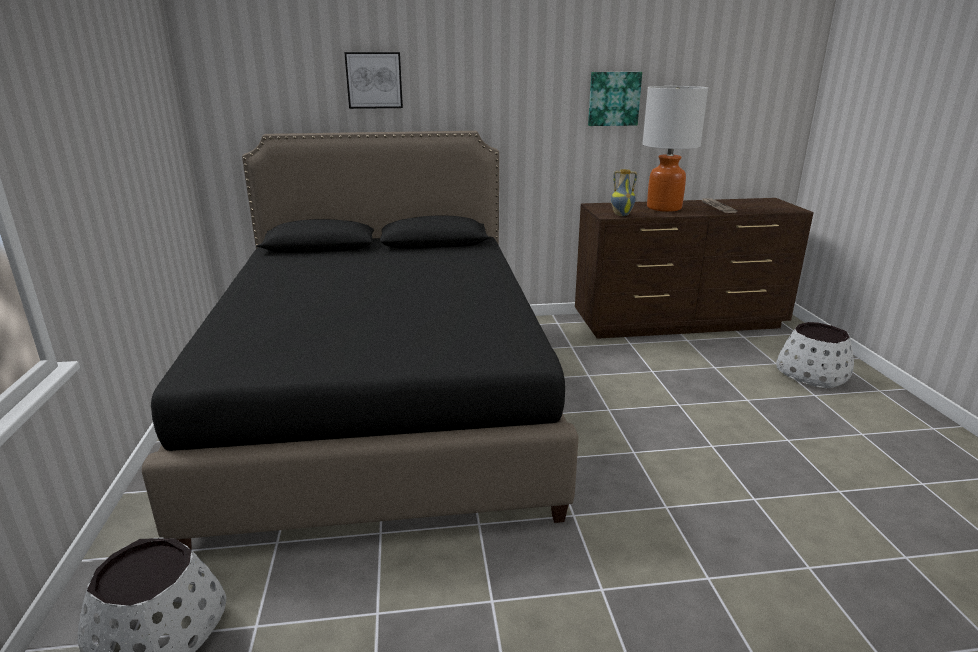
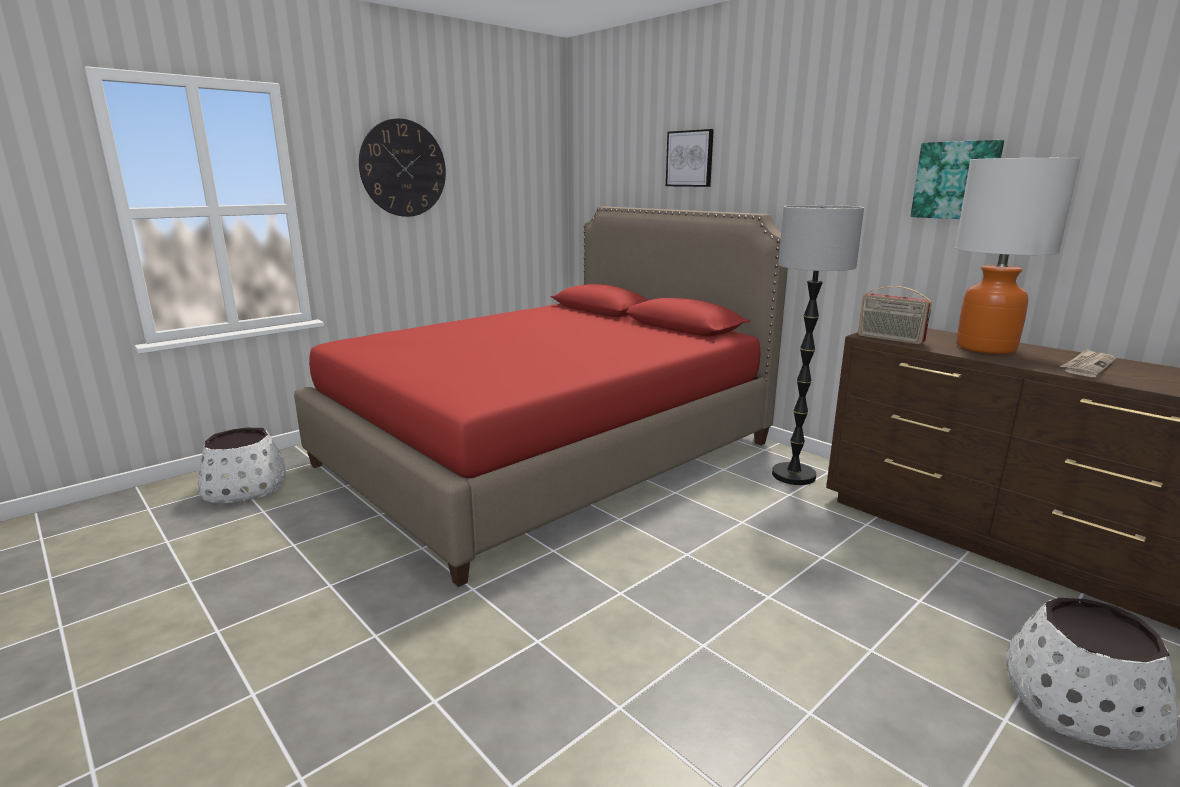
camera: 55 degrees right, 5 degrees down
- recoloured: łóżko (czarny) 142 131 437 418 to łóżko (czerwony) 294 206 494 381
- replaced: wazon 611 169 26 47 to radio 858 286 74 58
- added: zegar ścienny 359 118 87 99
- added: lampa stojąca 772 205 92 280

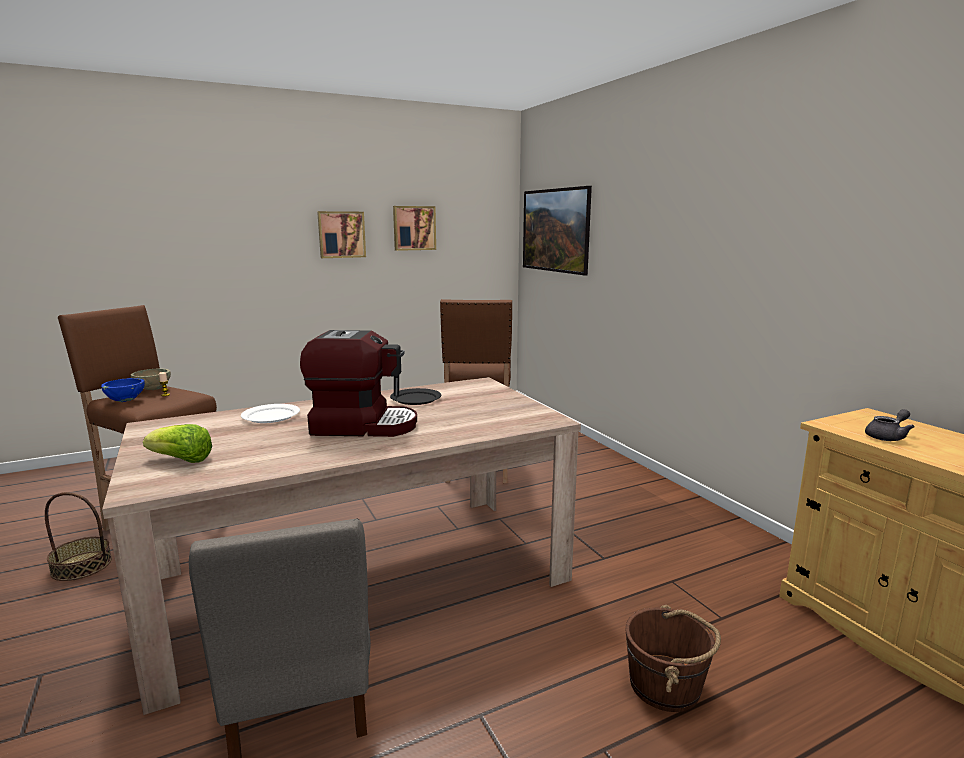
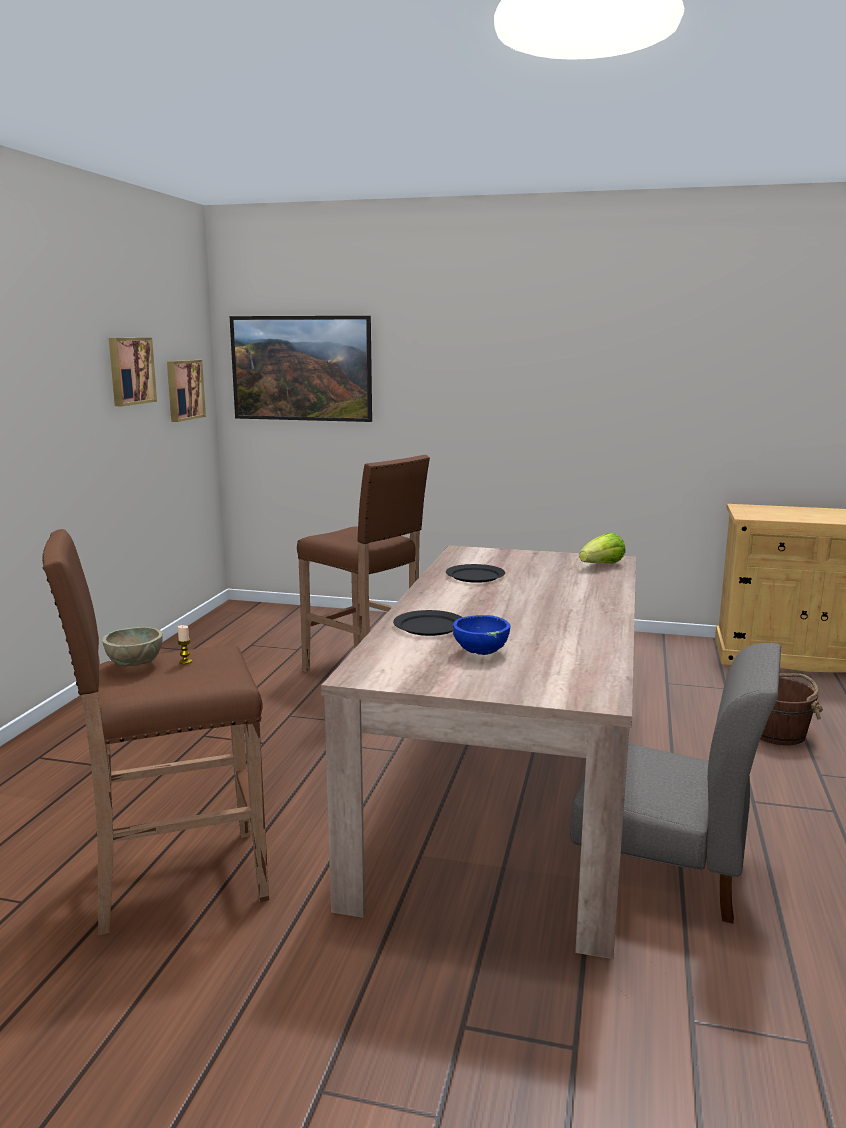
camera: 50 degrees left, 0 degrees up
- removed: koszyk 45 492 67 89
- moved: miska (niebieski) 101 378 44 24 to 453 615 57 40
- moved: sałata 143 424 69 39 to 579 532 47 31
- recoloured: talerz (biały) 241 404 59 19 to talerz (czarny) 393 610 69 26
- removed: ekspres do kawy 300 330 117 107
- moved: obraz 317 211 49 47 to 167 360 39 62
- removed: imbryk (szary) 865 409 50 32

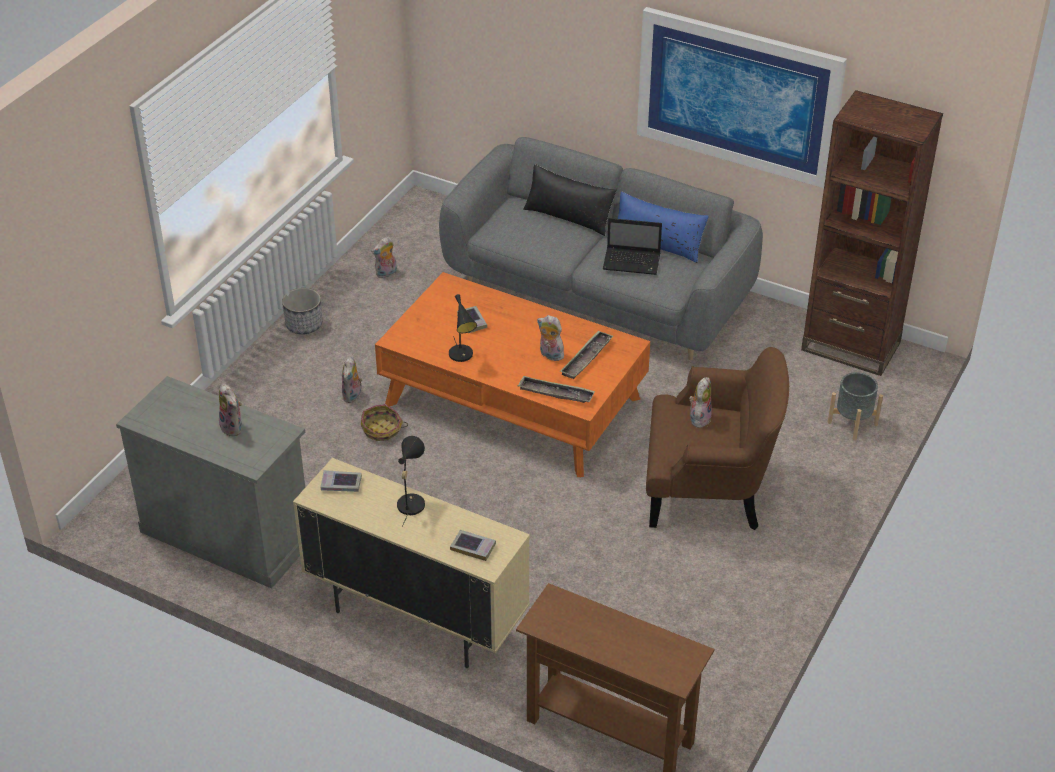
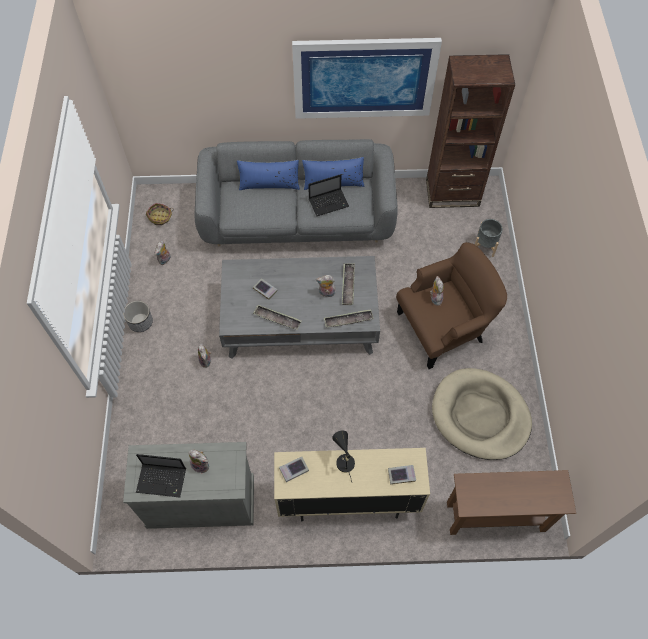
camera: 30 degrees left, 20 degrees up
- moved: koszyk 361 404 47 37 to 146 203 28 22
- recoloured: ława (pomarańczowy) 375 272 275 205 to ława (szary) 219 256 161 103
- replaced: lampa stołowa (czarny) 449 294 28 68 to taca 253 305 49 25
- recoloured: poduszka (czarny) 523 164 93 72 to poduszka (niebieski) 237 160 63 30
- added: laptop 136 454 50 43
- added: legowisko (beżowy) 432 368 100 92

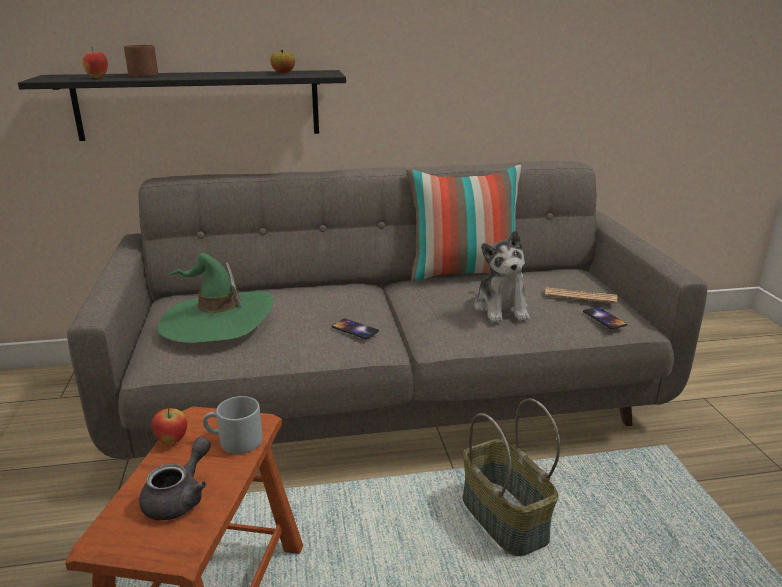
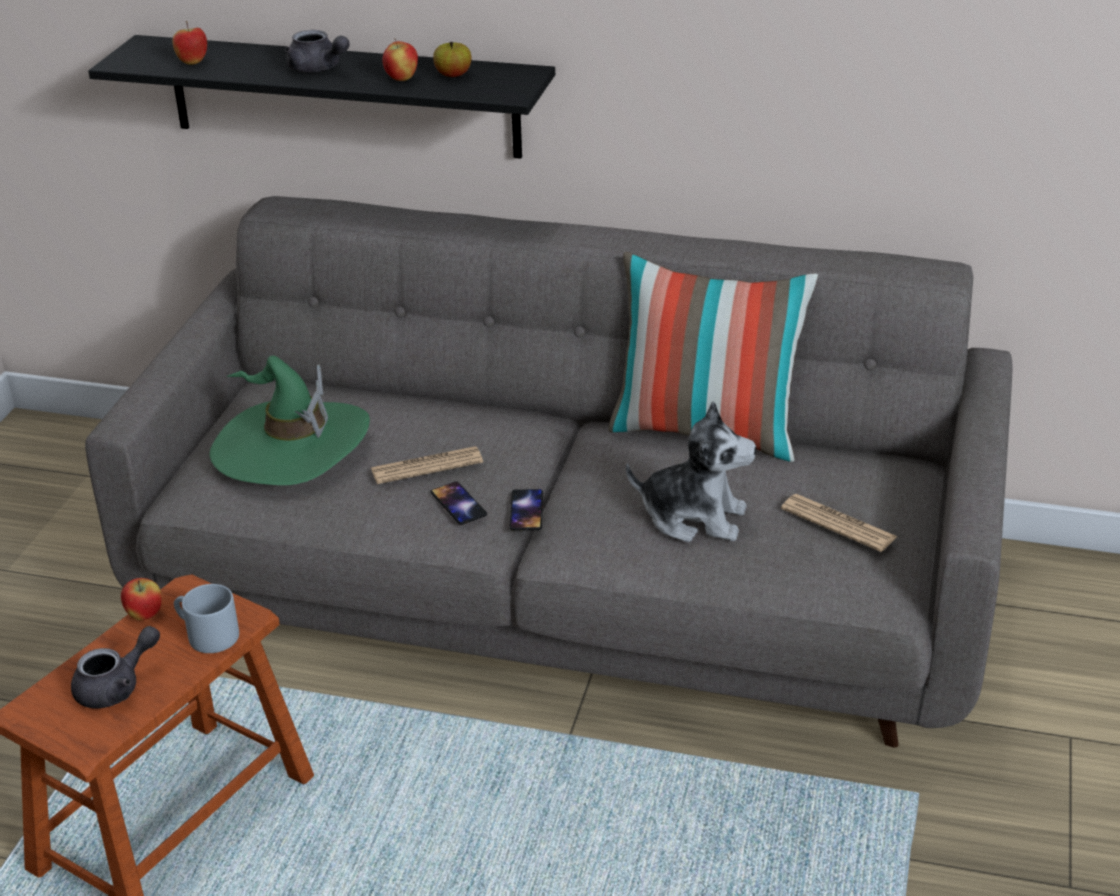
camera: 25 degrees right, 10 degrees up
- removed: kubek (brązowy) 124 45 34 32
- removed: koszyk 462 398 98 158
- turned: pluszak 474 230 56 93 = 626 401 130 141 90 degrees counterclockwise
- moved: telefon 583 307 44 22 to 510 489 33 42
- added: imbryk (szary) 285 30 65 43
- added: gazeta 371 446 112 38
- added: jabłko 383 39 35 42

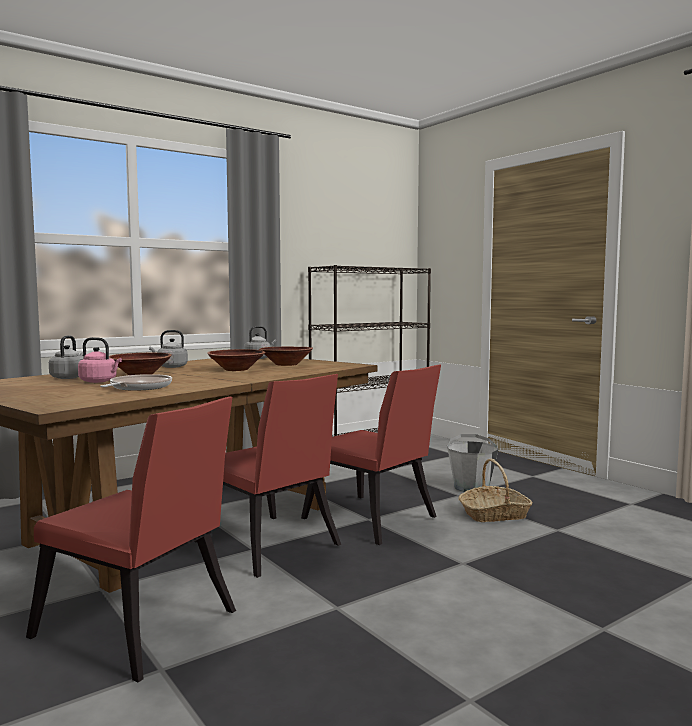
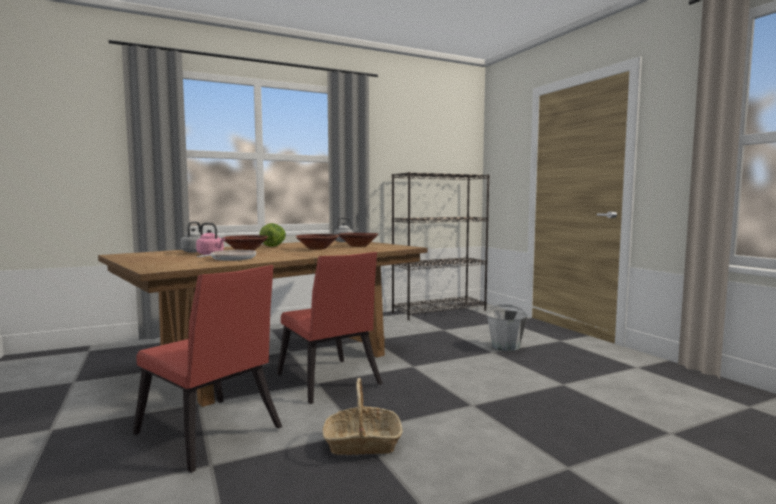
camera: 10 degrees right, 0 degrees up
- replaced: czajnik (szary) 149 330 39 38 to sałata 259 223 27 24
- removed: krzesło (czerwony) 301 365 140 180
- moved: koszyk 458 459 74 63 to 323 378 79 77

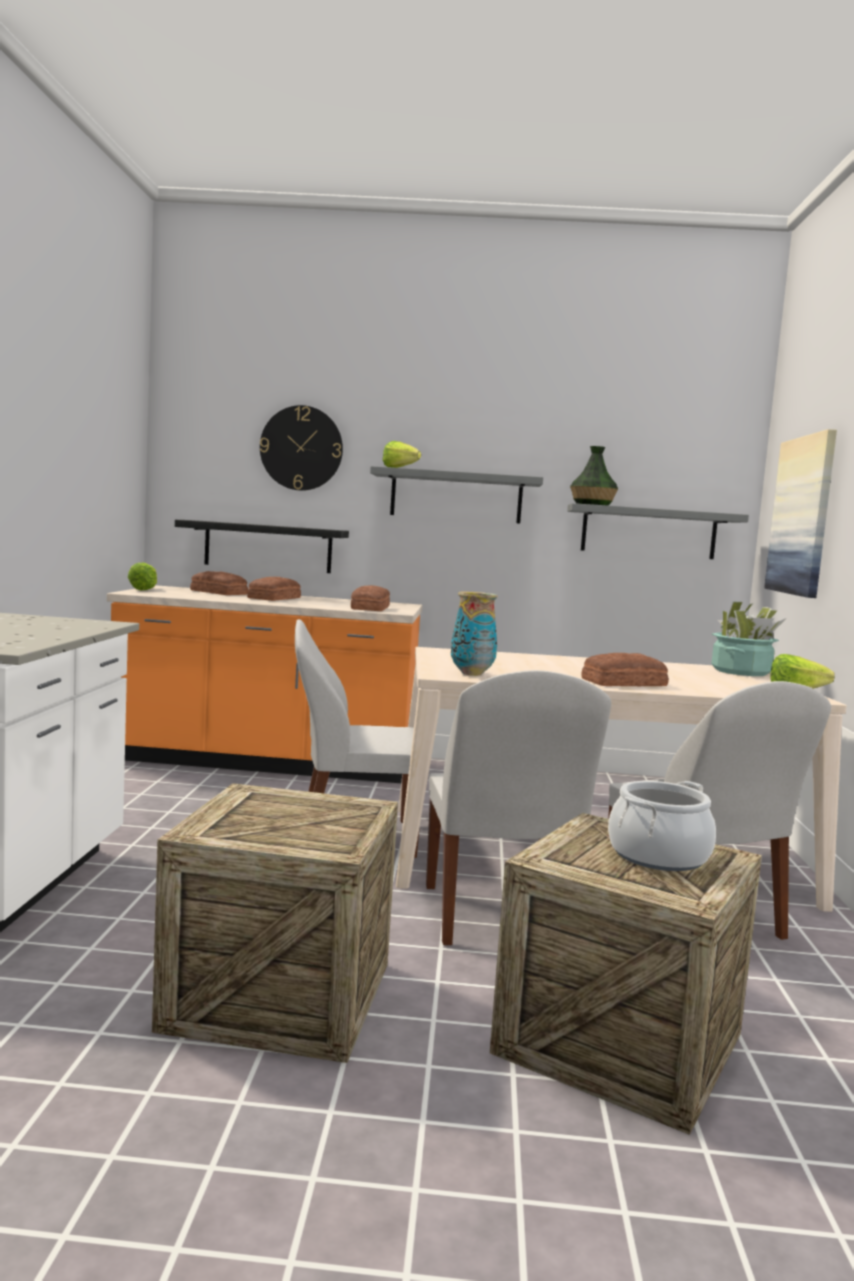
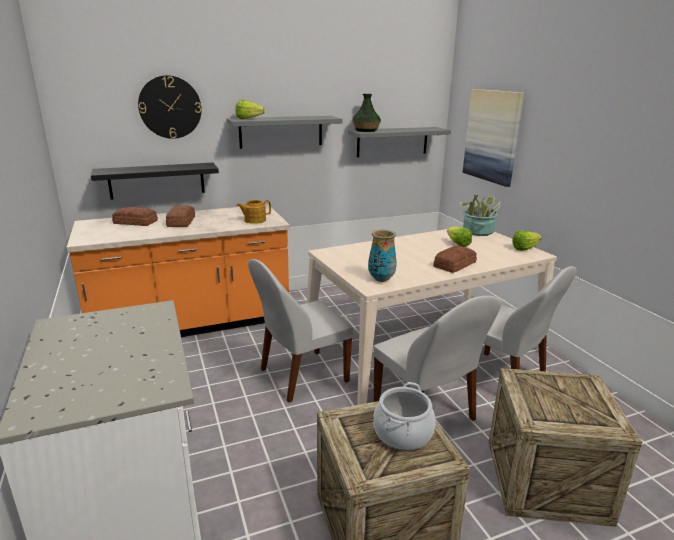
camera: 25 degrees left, 15 degrees up
- moved: sałata 128 563 29 28 to 447 227 25 20
- replaced: chleb 351 585 39 26 to imbryk 237 200 34 24
- moved: garnek 608 781 108 90 to 373 382 63 69

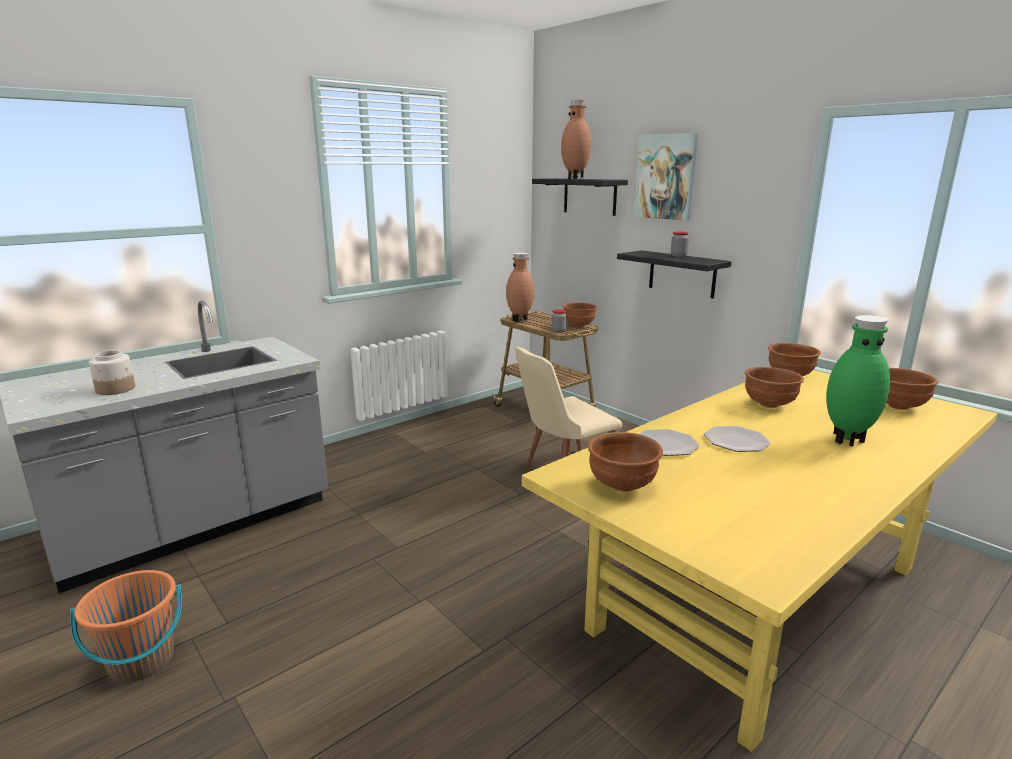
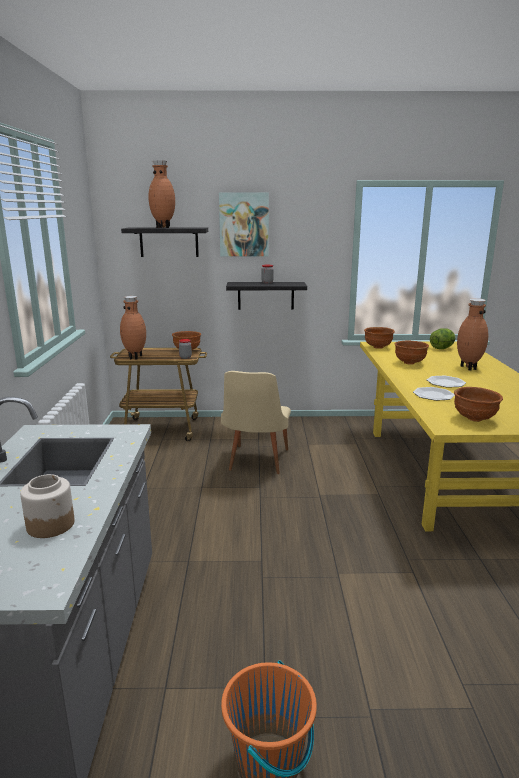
camera: 50 degrees left, 0 degrees up
- recoloured: wazon (zielony) 826 315 64 131 to wazon (brązowy) 457 298 31 72
- replaced: miska (brązowy) 887 368 52 42 to sałata 430 328 25 21

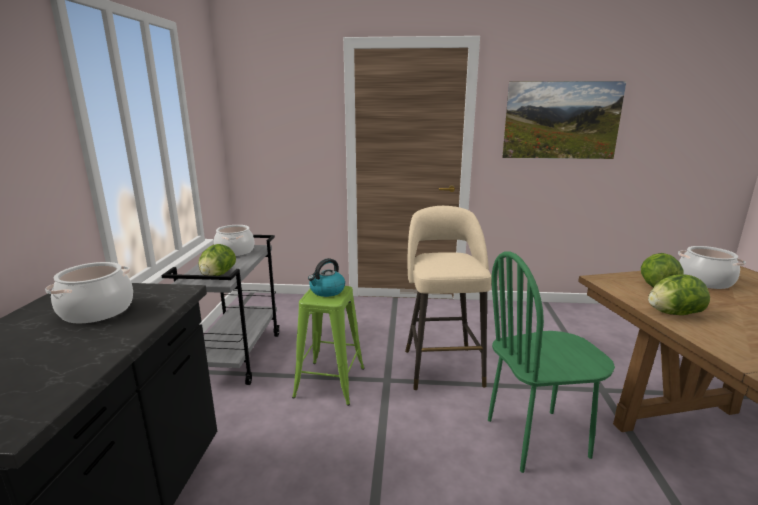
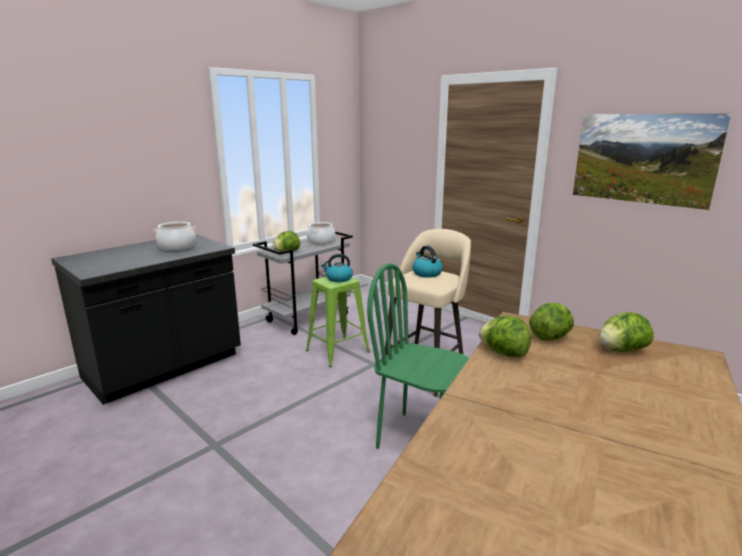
camera: 40 degrees right, 0 degrees up
- replaced: garnek 678 246 68 43 to sałata 599 312 55 40
- added: czajnik 412 246 31 32

